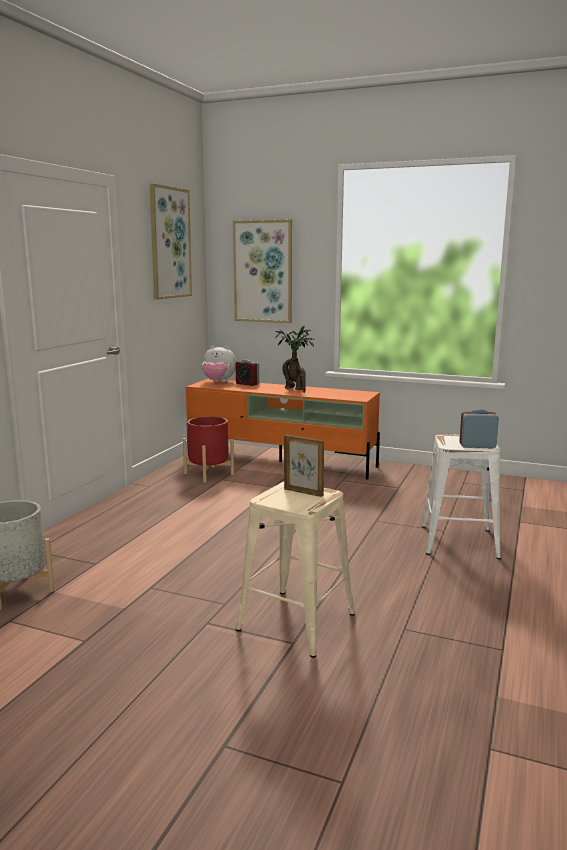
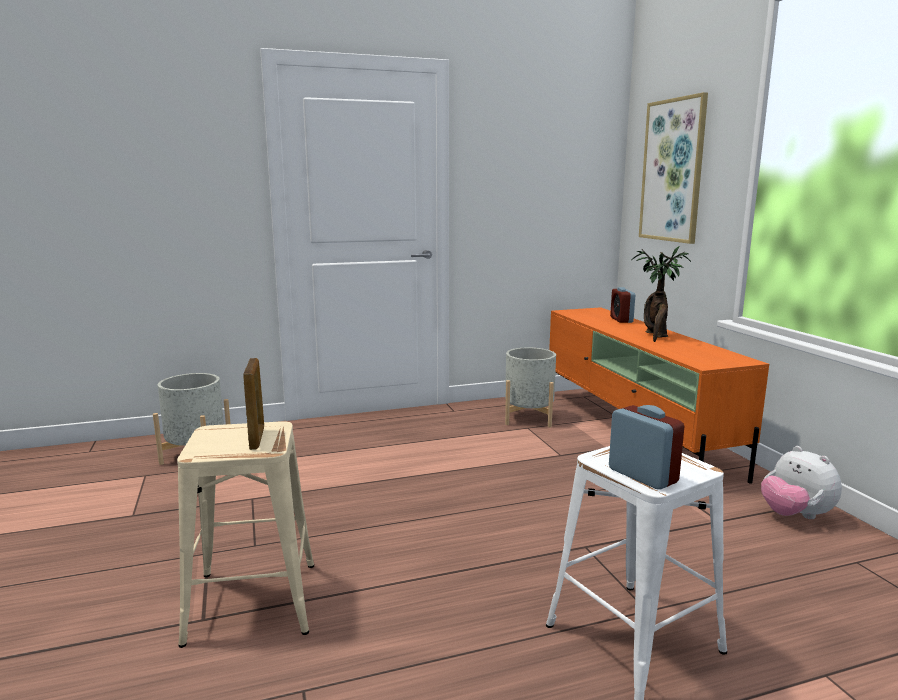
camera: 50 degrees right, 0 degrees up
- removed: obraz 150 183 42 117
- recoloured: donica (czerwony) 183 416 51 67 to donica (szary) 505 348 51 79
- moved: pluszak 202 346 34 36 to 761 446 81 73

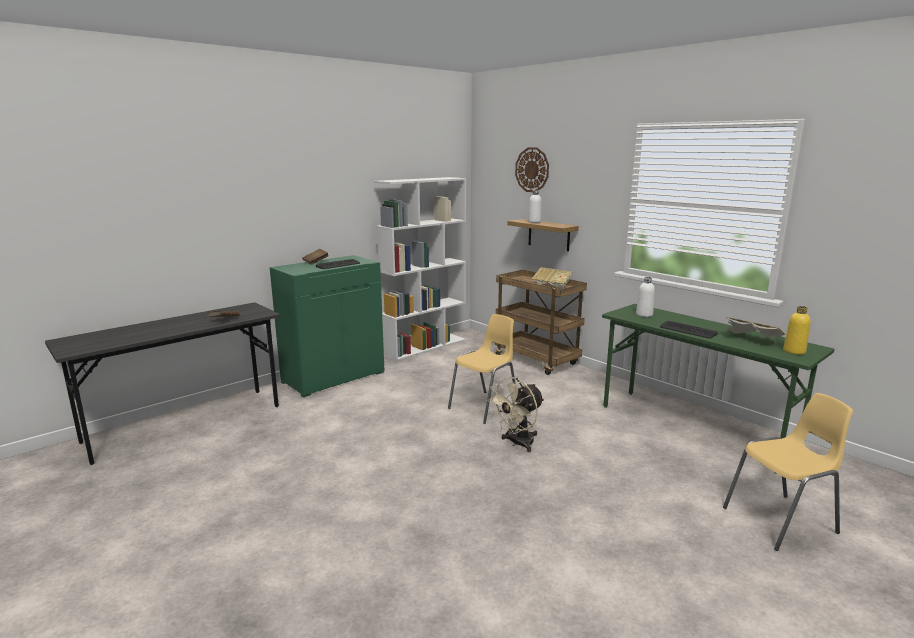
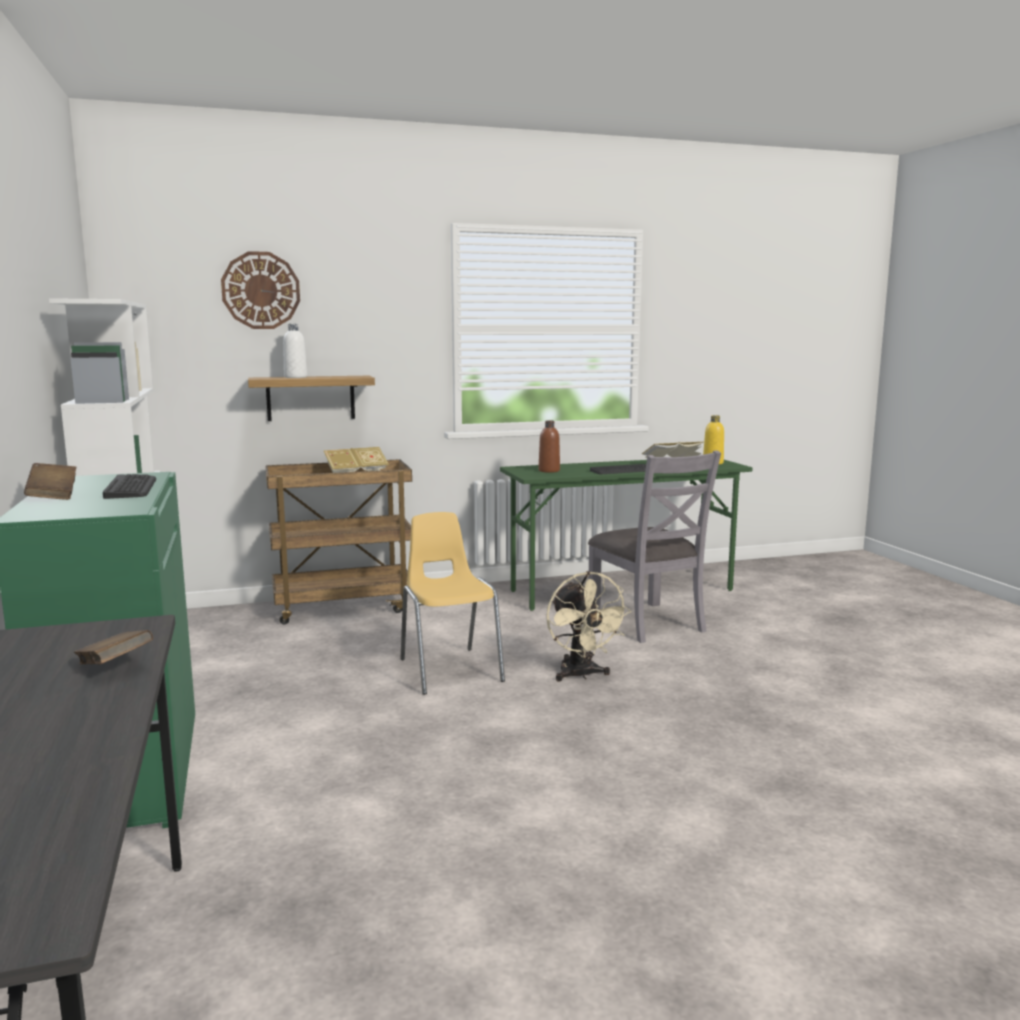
camera: 65 degrees left, 5 degrees down
- recoloured: butelka (biały) 636 277 19 40 to butelka (brązowy) 539 420 21 53
- removed: krzesło (żółty) 723 393 130 158
- added: krzesło (szary) 588 450 133 193

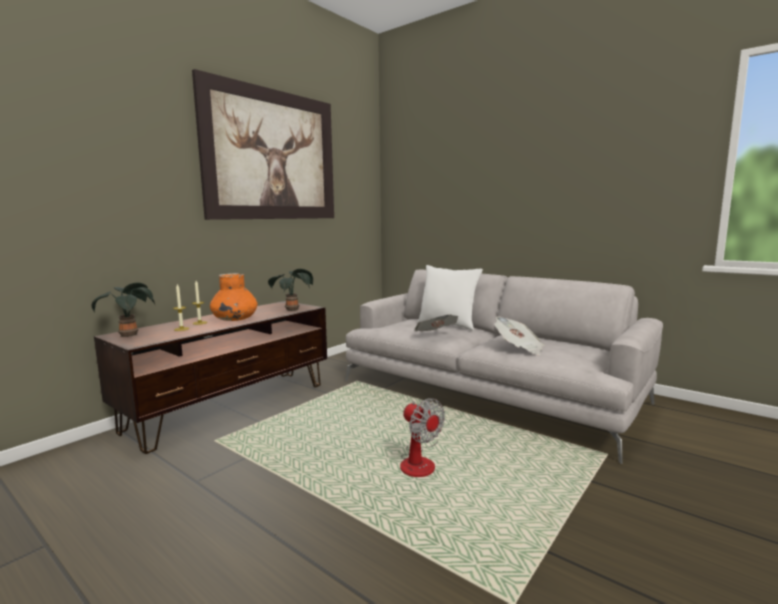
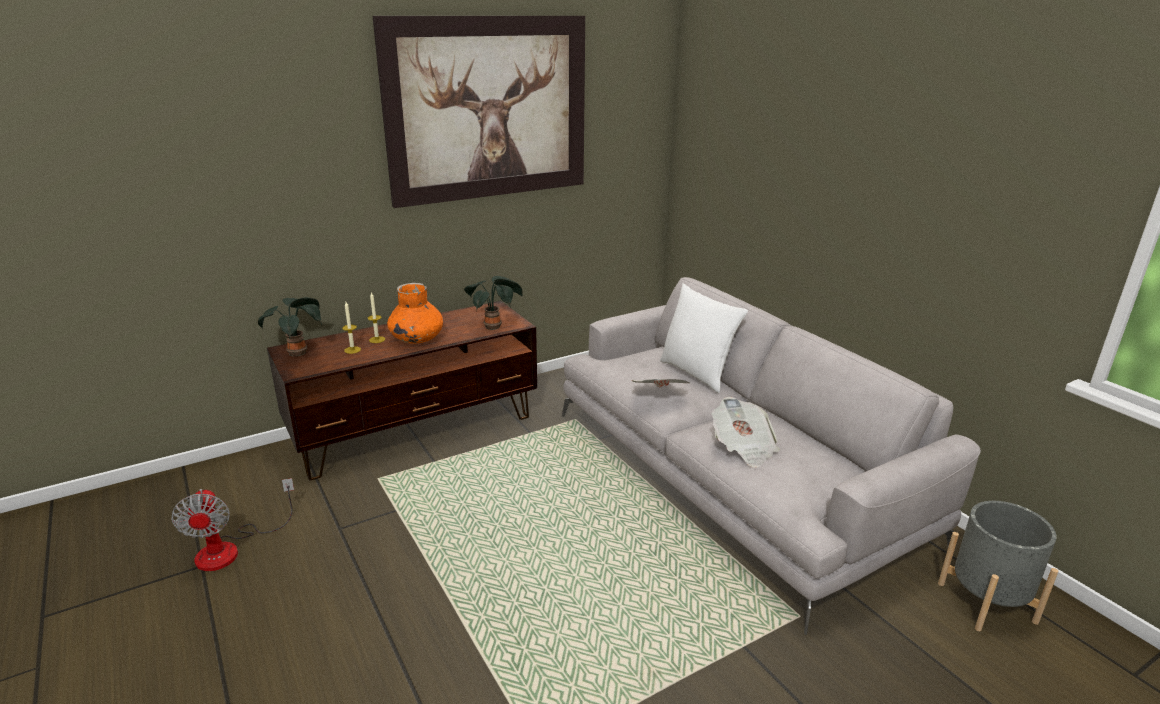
camera: 20 degrees right, 15 degrees up
- moved: wentylator 400 398 45 79 to 171 478 123 93
- added: donica (szary) 938 501 120 130

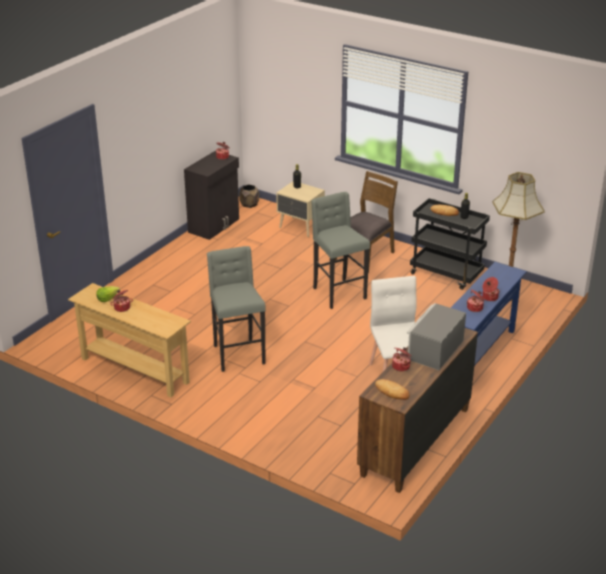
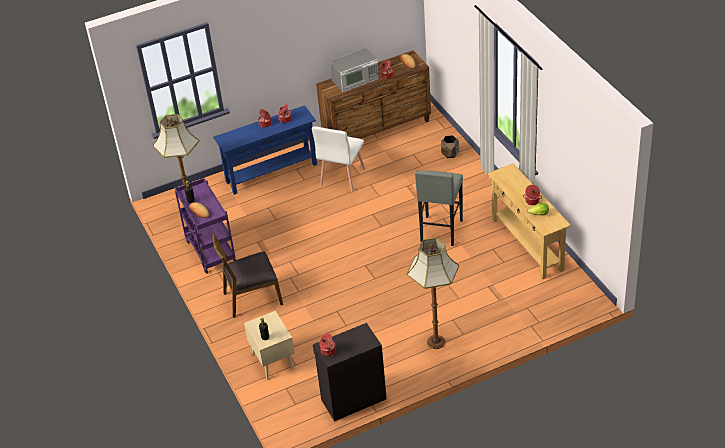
camera: 145 degrees left, 10 degrees up
- moved: donica (brązowy) 239 184 20 24 to 441 135 18 23
- removed: stołek (szary) 311 192 59 117
- recoloured: wózek (czarny) 410 198 80 92 to wózek (fioletowy) 175 178 61 96
- added: lampa stojąca 407 238 52 111

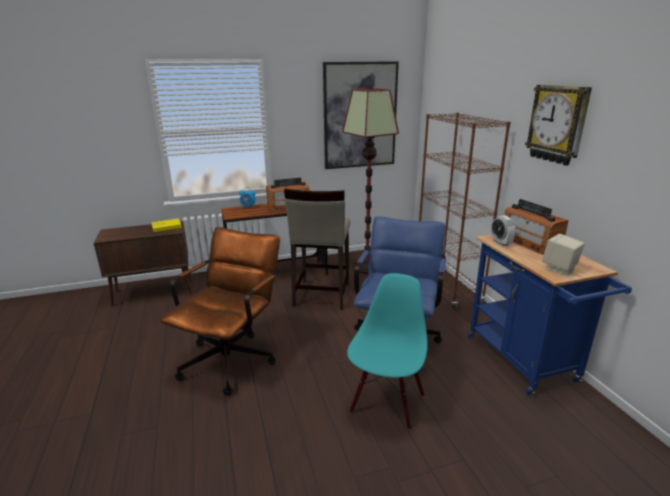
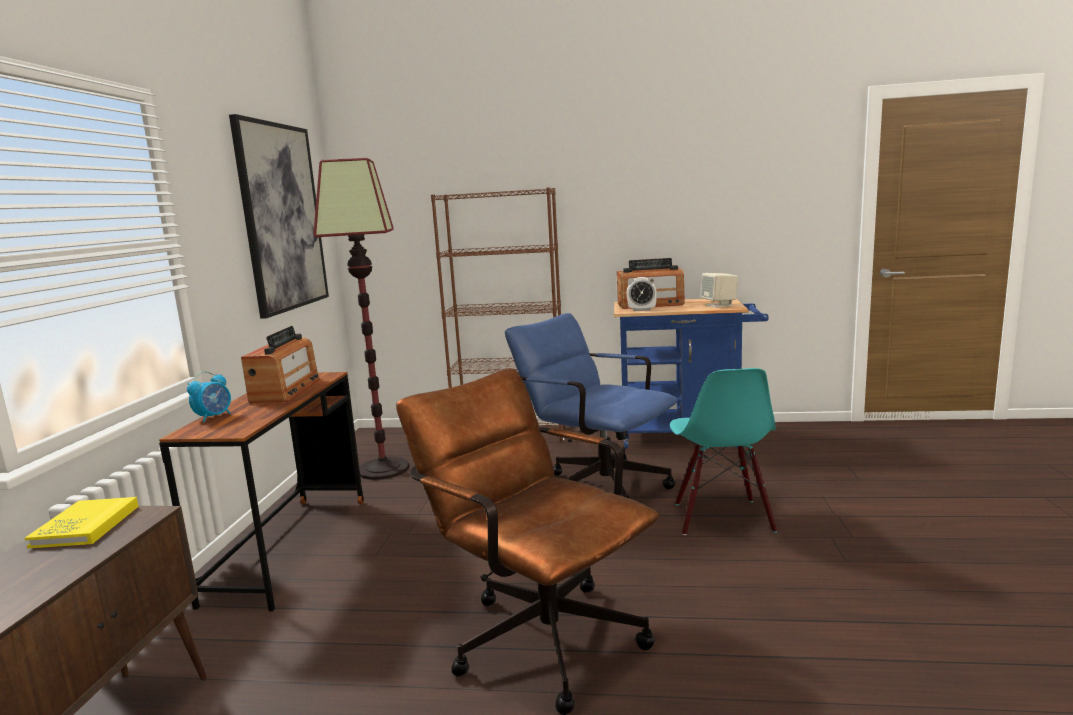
camera: 65 degrees left, 10 degrees down
- removed: stołek (beżowy) 284 189 66 121
- turned: krzesło (turkusowy) 347 273 81 157 = 670 368 107 167 135 degrees counterclockwise
- removed: zegar ścienny 525 85 67 81

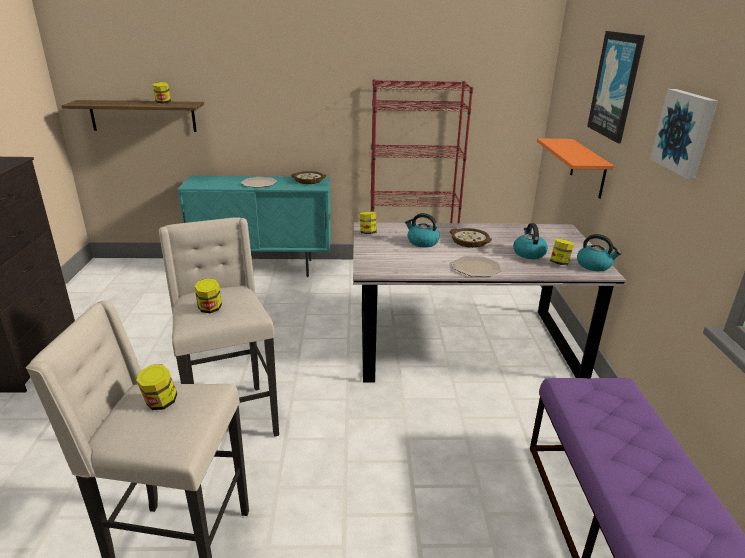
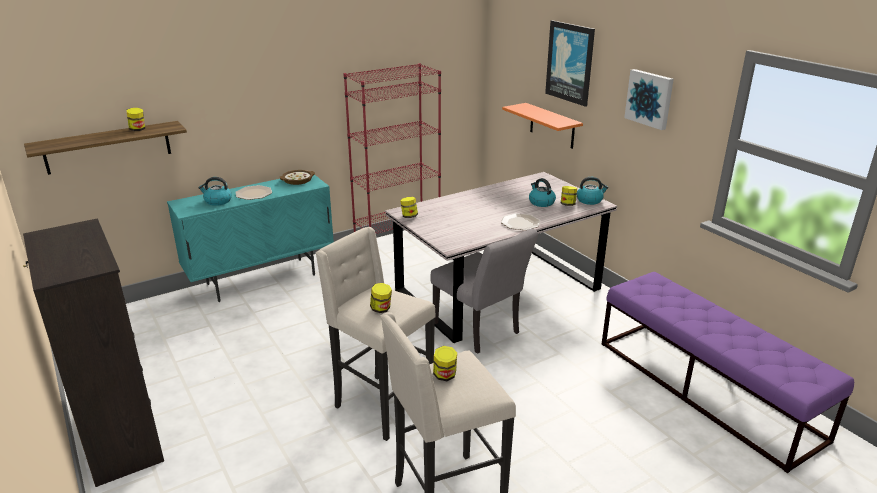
camera: 30 degrees left, 0 degrees up
- moved: czajnik 405 213 35 35 to 198 177 34 29
- removed: miska 450 228 42 20
- added: krzesło (szary) 431 228 107 126

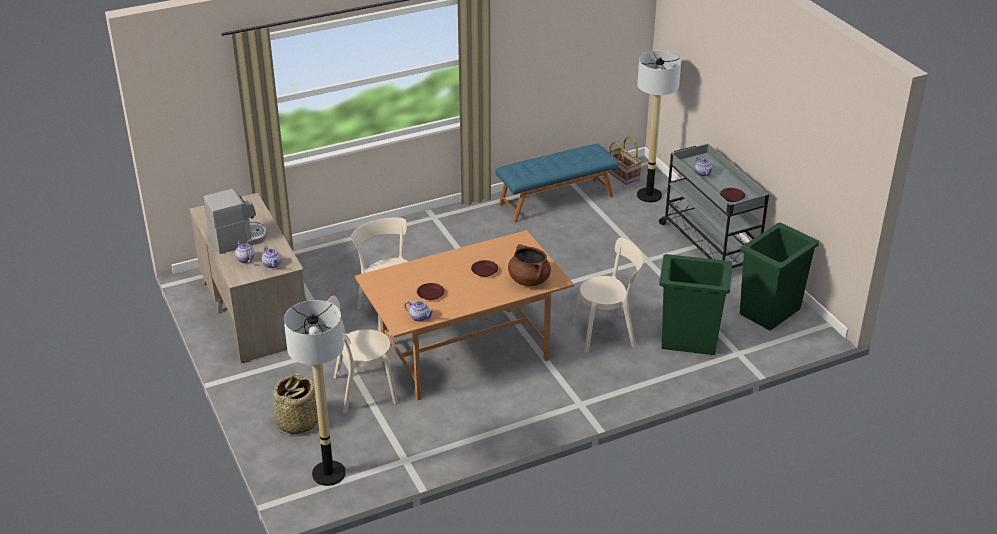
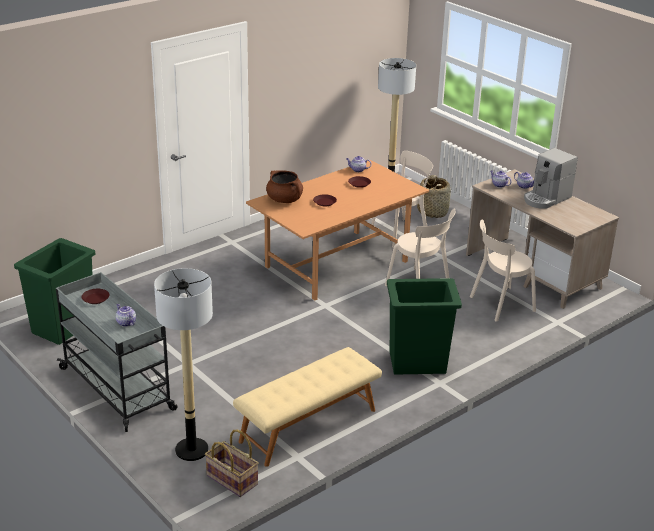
camera: 165 degrees right, 5 degrees down
- recoloured: ławka (niebieski) 495 144 124 79 to ławka (beżowy) 233 347 149 120
- moved: krzesło (beżowy) 573 238 70 115 to 470 219 66 103
- moved: kosz na śmieci (zielony) 659 254 73 101 to 387 278 75 97

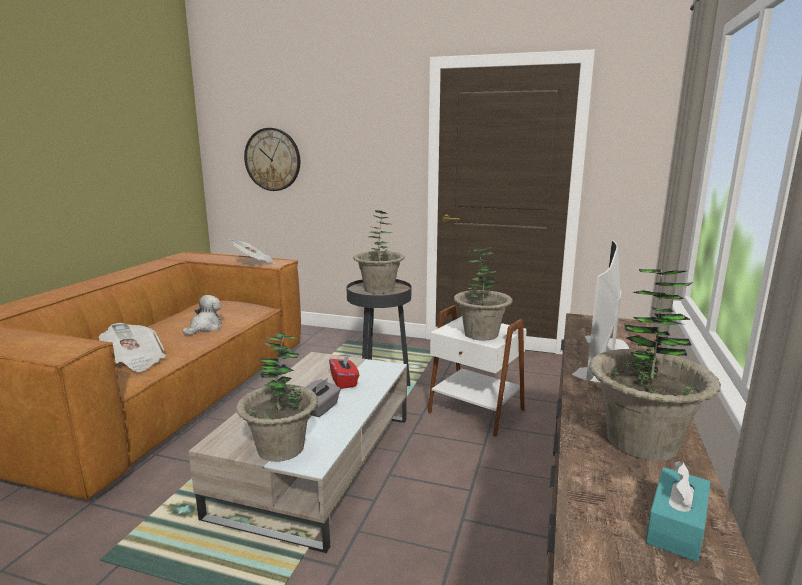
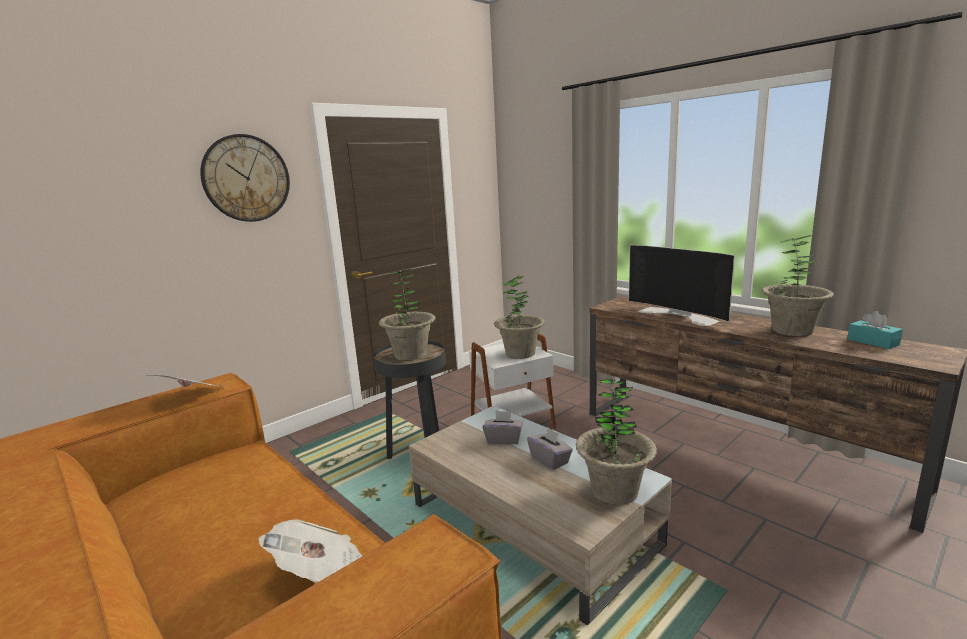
camera: 60 degrees left, 0 degrees up
- removed: pluszak 182 295 40 40
- moved: zegar ścienny 244 128 56 63 to 200 134 90 88
- recoloured: pudełko chusteczek (czerwony) 329 354 30 35 to pudełko chusteczek (szary) 483 410 40 34

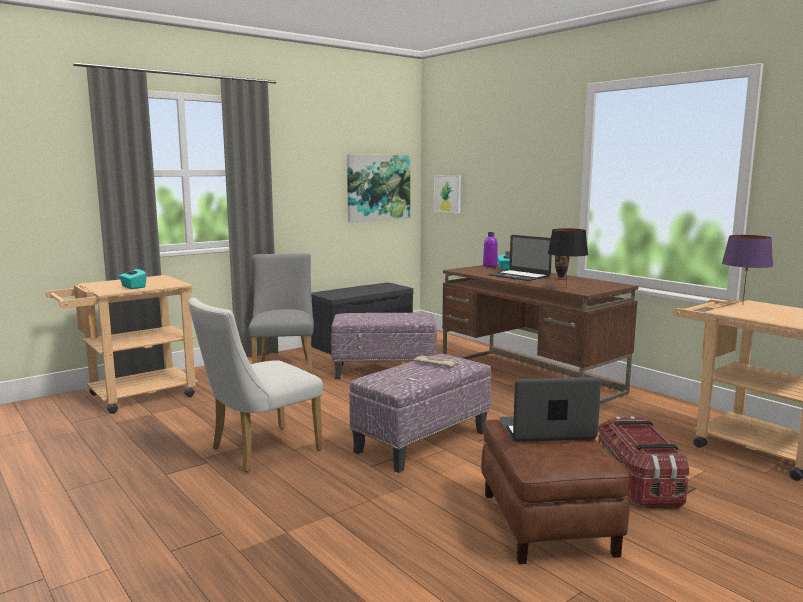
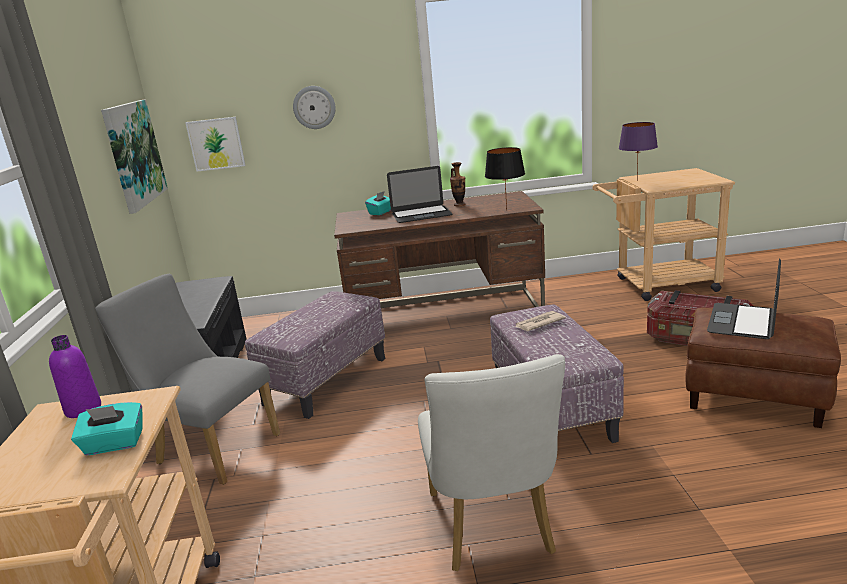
camera: 55 degrees left, 10 degrees up
- moved: butelka (fioletowy) 483 232 15 35 to 49 335 52 83
- added: zegar ścienny 293 86 43 43

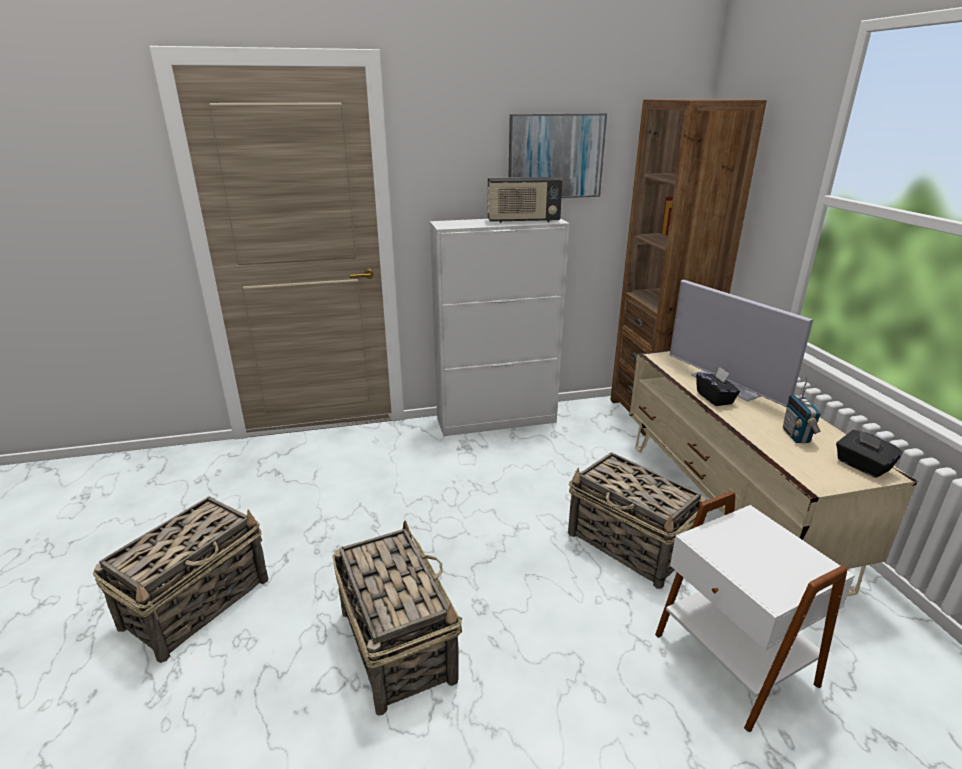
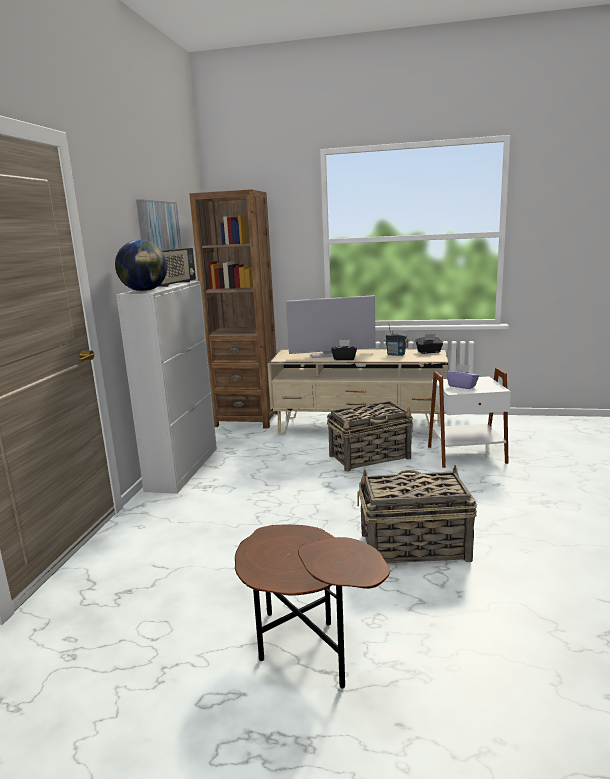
camera: 65 degrees left, 10 degrees down
- replaced: koszyk 93 496 175 167 to stolik (brązowy) 235 524 155 165
- added: globus 115 240 53 51
- added: pudełko chusteczek (fioletowy) 446 364 33 25

